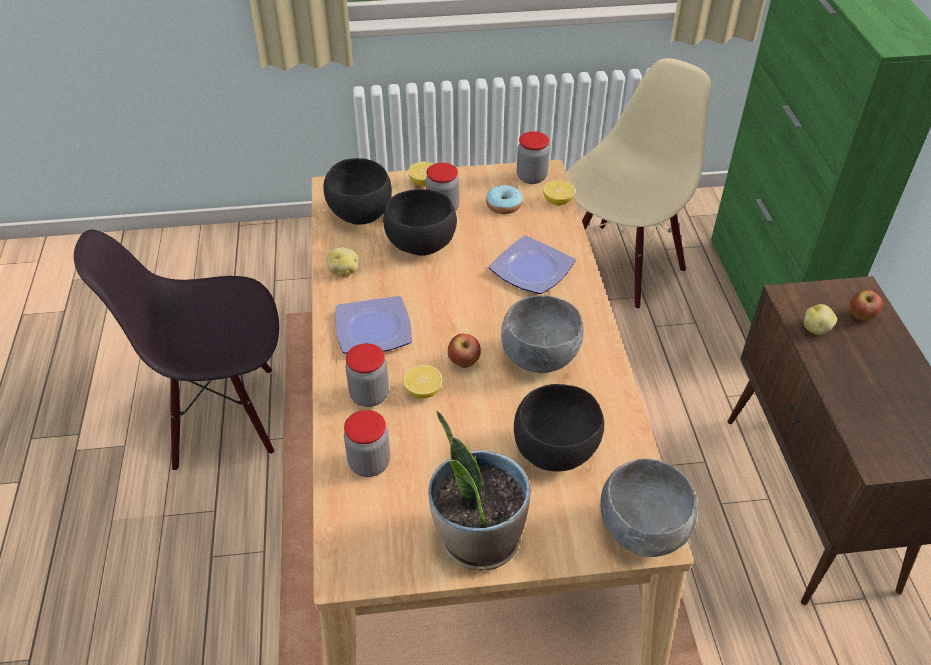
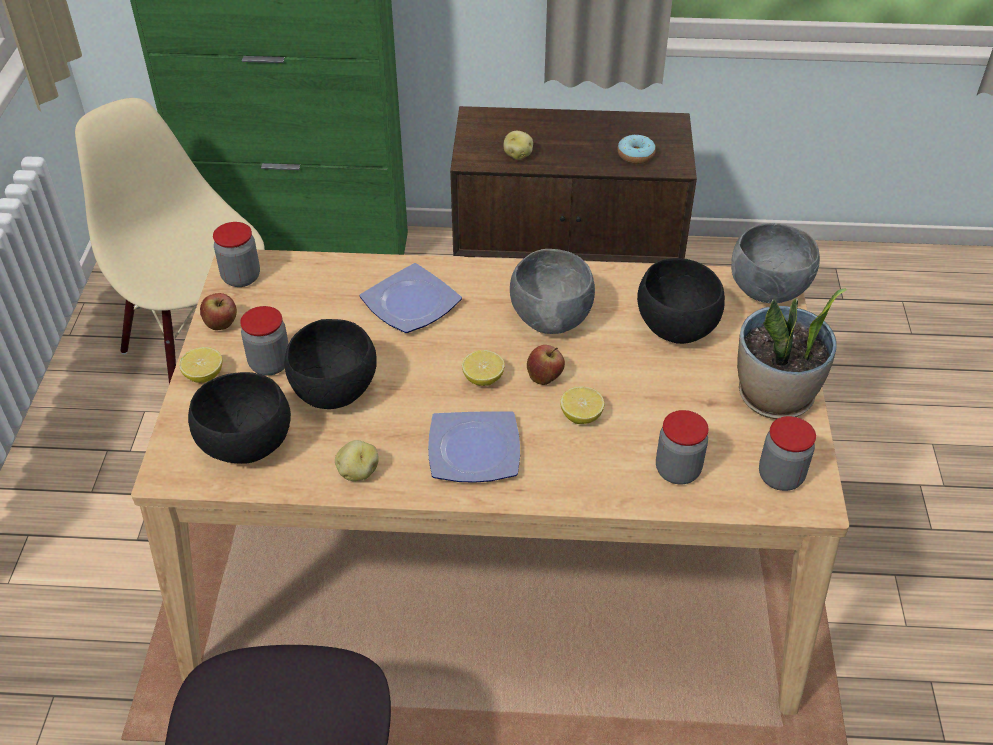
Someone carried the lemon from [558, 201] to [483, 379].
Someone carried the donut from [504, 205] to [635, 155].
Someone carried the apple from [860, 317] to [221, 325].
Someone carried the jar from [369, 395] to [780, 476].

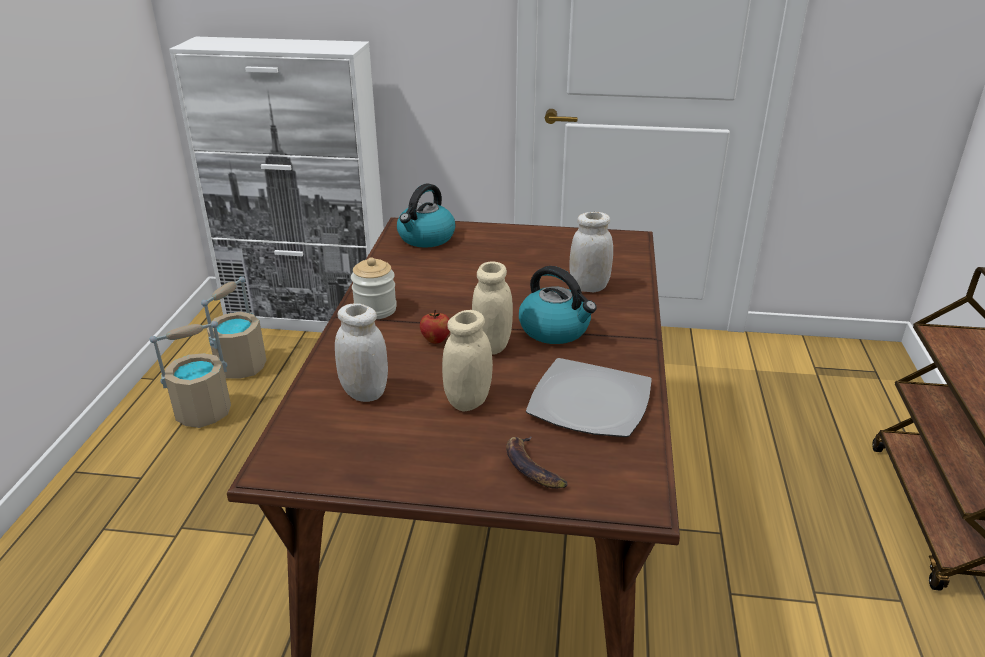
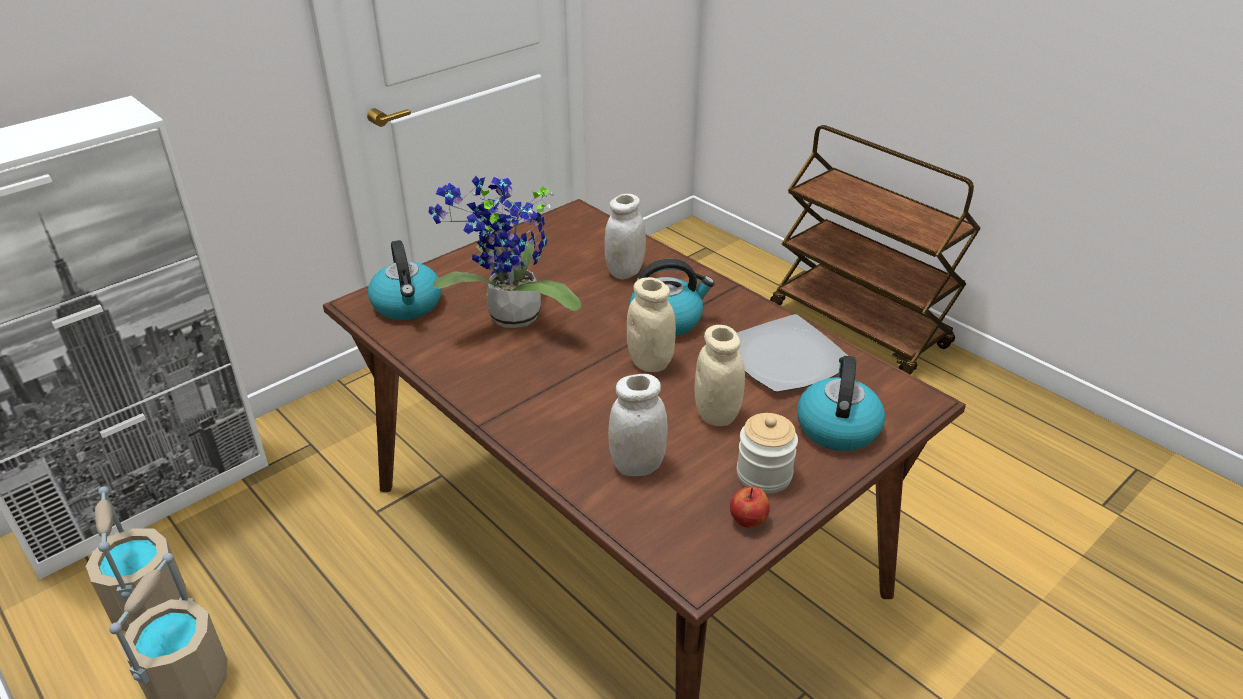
Someone carried the jar from [375, 309] to [764, 475].
Someone carried the apple from [435, 340] to [748, 521].
Someone swapped the banana at [532, 467] for the kettle at [837, 427].
Someone put down the potted plant at [510, 320].

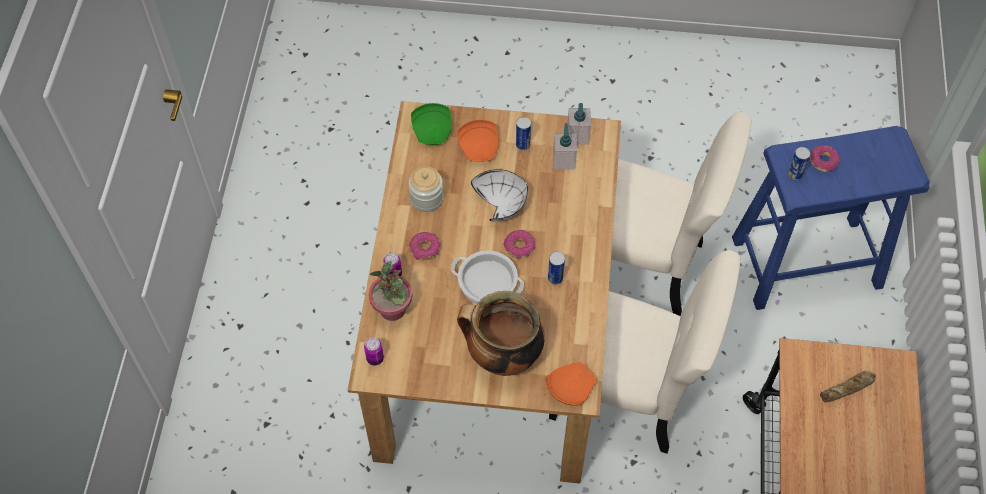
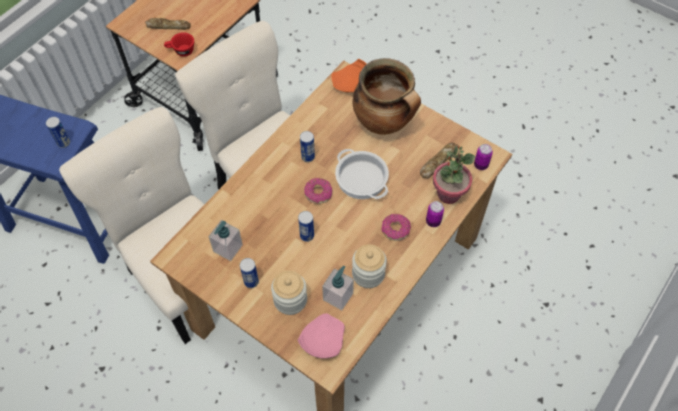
Someone repainted the green plate at [433, 130], which became the pink plate at [322, 341].
Someone carried the soap dispenser from [577, 136] to [338, 296].
Someone swapped the orange plate at [480, 147] for the jar at [290, 300].
Someone took away the donut at [823, 161].
Someone swapped the white bowl at [502, 204] for the can at [307, 235].
Someone put down the red cup at [181, 51].
Someone put down the bread at [437, 162].

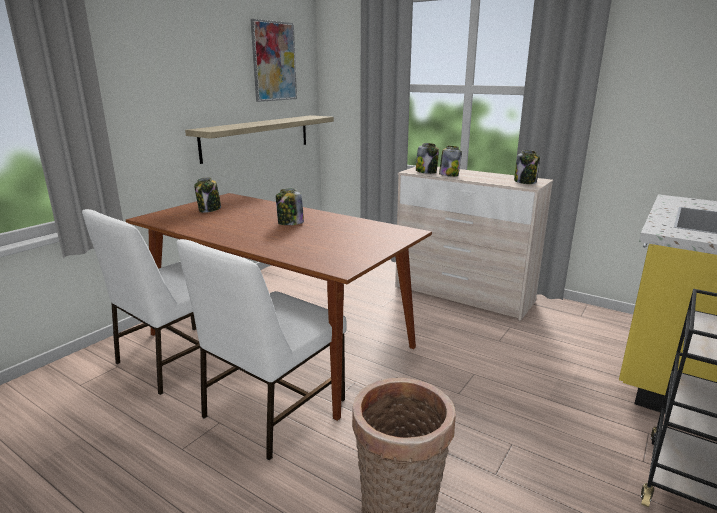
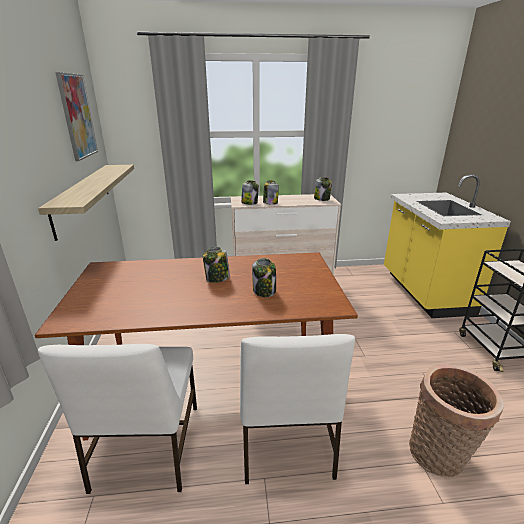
Someone carried the jar from [209, 210] to [264, 291].

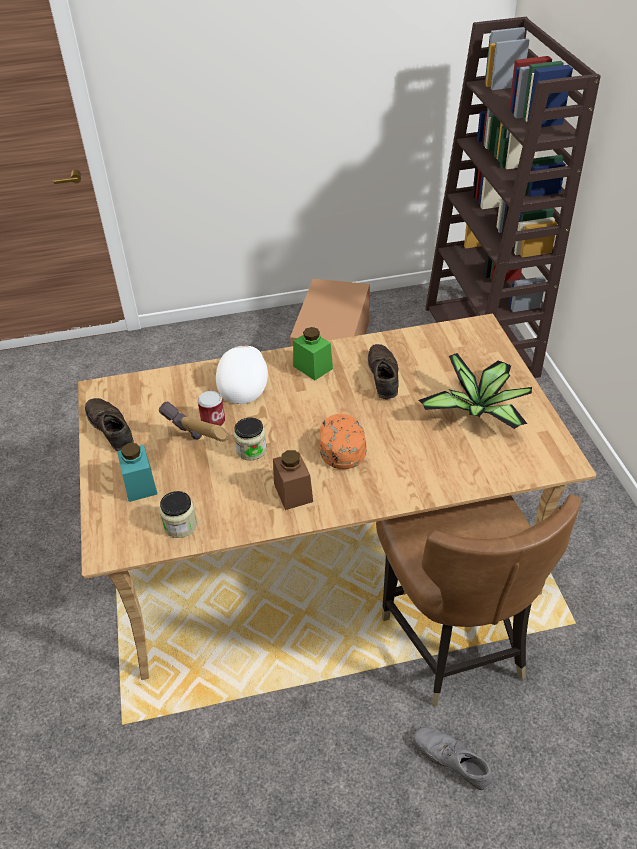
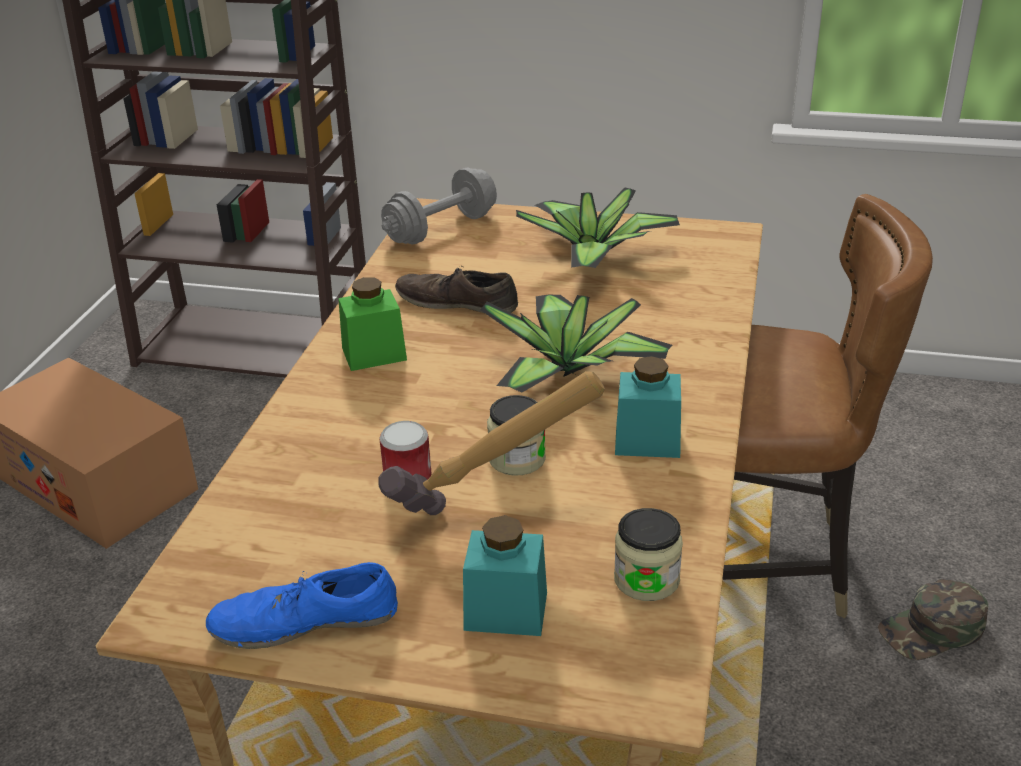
Someone took away the white cap at [242, 382].
Someone repainted the brown shoe at [110, 428], which became the blue shoe at [304, 621].
Someone swapped the orange cap at [341, 443] for the potted plant at [570, 372].
Someone repainted the brown jar at [293, 493], which became the turquoise jar at [647, 441].
Someone swapped the grey shoe at [452, 760] for the green cap at [932, 630].
Someone put down the grey dumbbell at [441, 229].

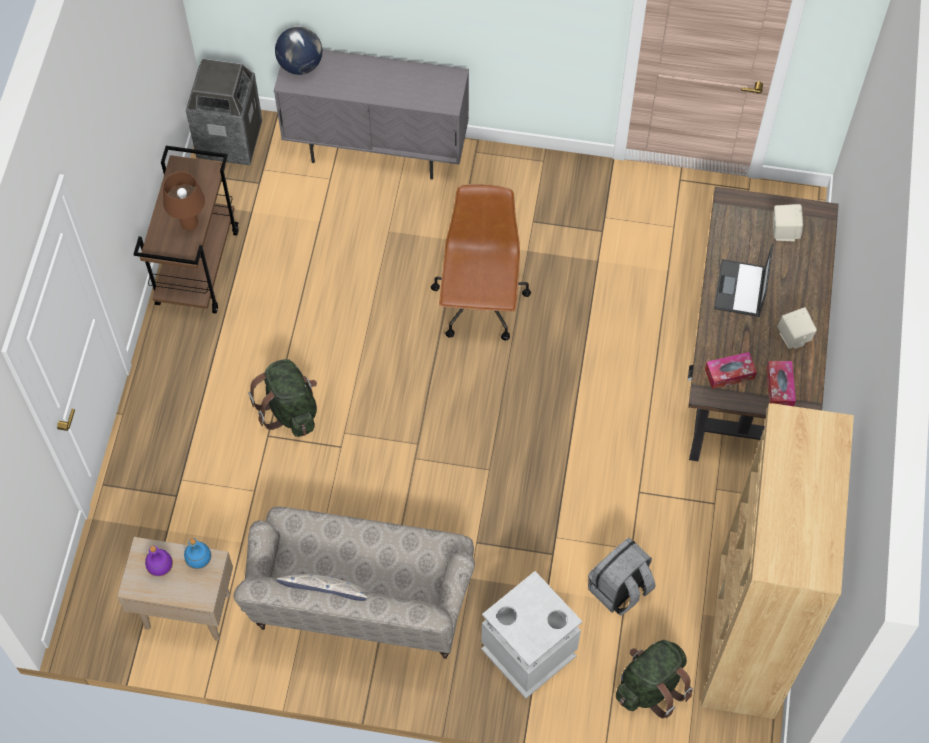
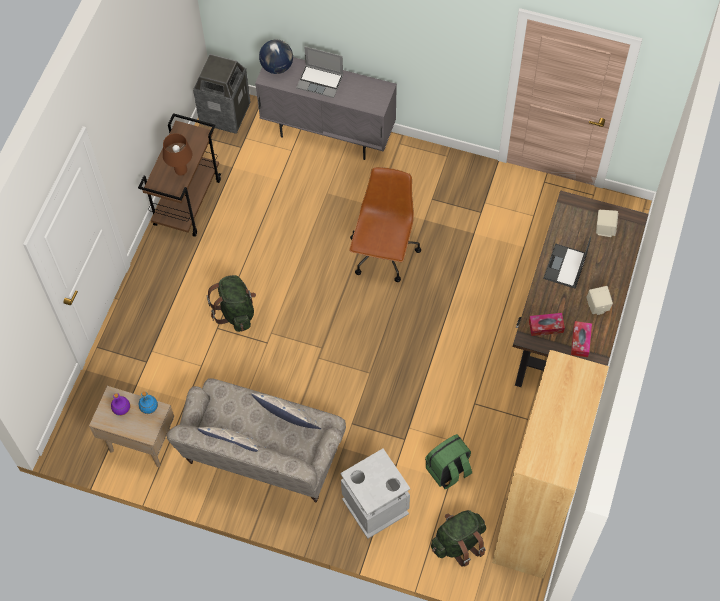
Someone repainted the grey backpack at [619, 589], which became the green backpack at [448, 471].
Someone put down the laptop at [320, 81].
Someone put down the pillow at [288, 422].

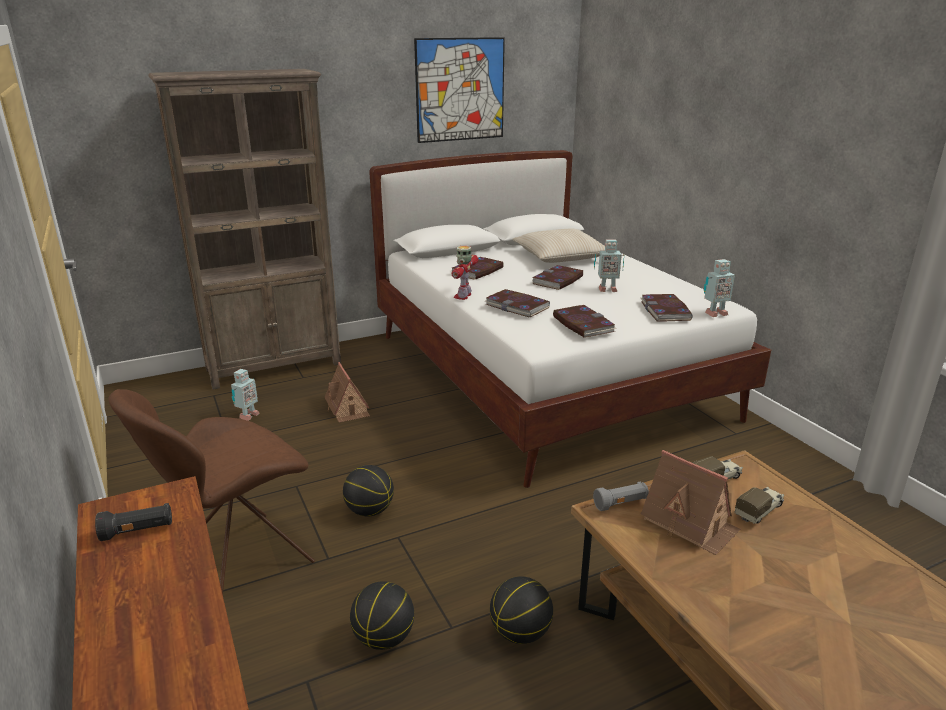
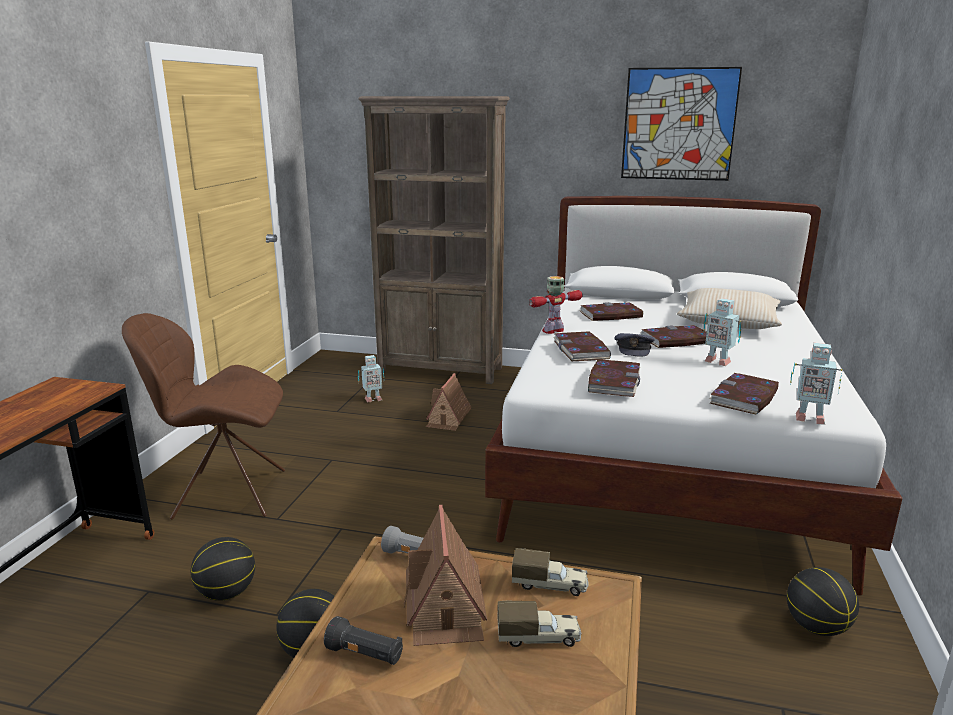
Someone carried the basketball from [370, 510] to [816, 627].
Someone carried the black flashlight from [138, 531] to [365, 655].
Someone put down the grey cap at [634, 349].

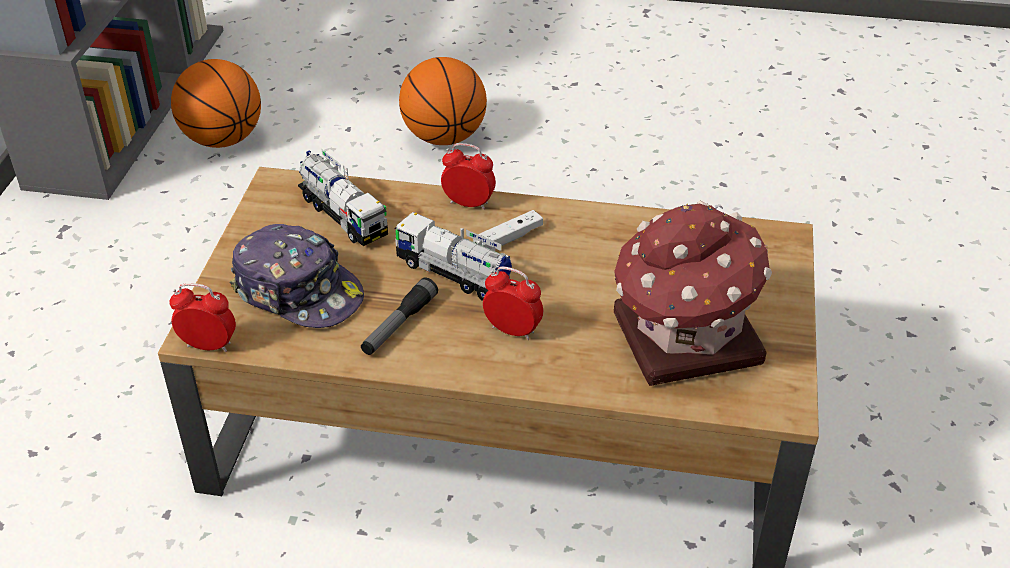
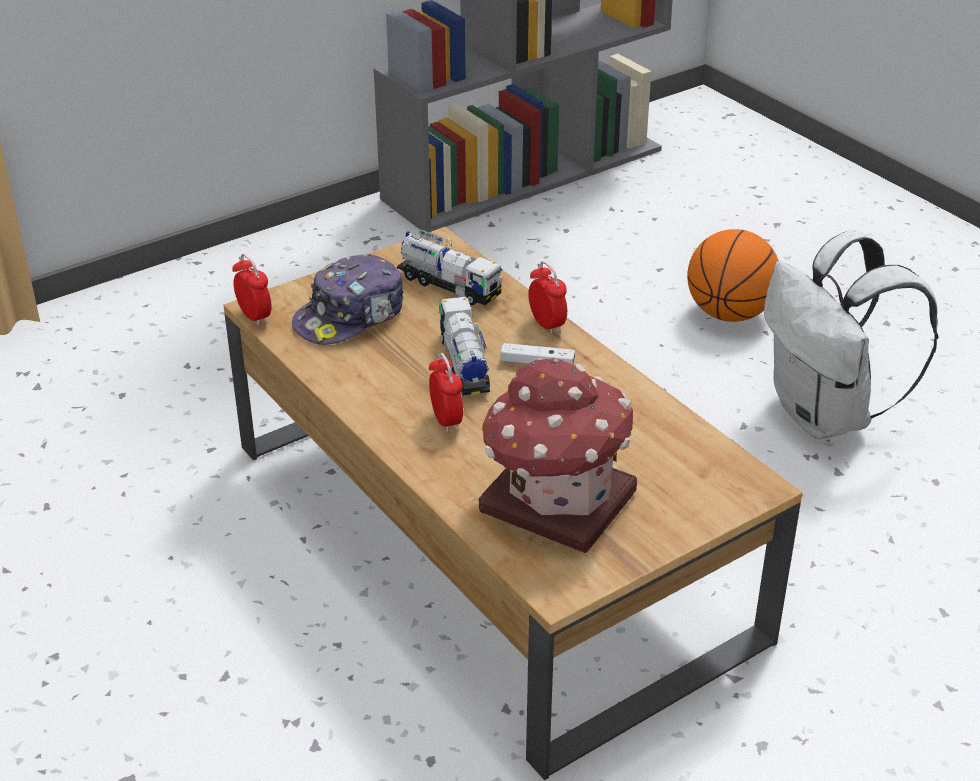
Someone took away the basketball at [223, 139].
Someone rotated the toy truck at [343, 216] by 60 degrees counterclockwise.
Someone rotated the cap at [298, 291] by 60 degrees clockwise.
Someone took away the flashlight at [399, 325].
Someone put down the white backpack at [826, 416].

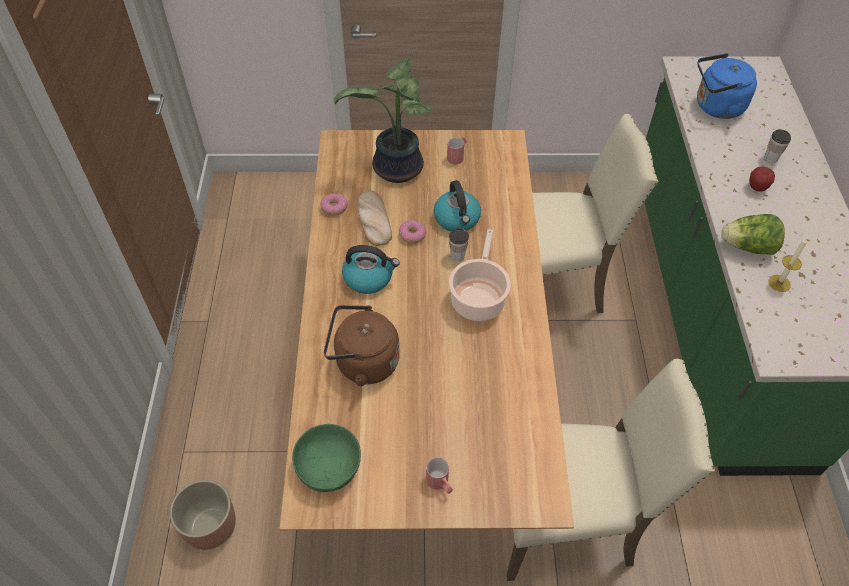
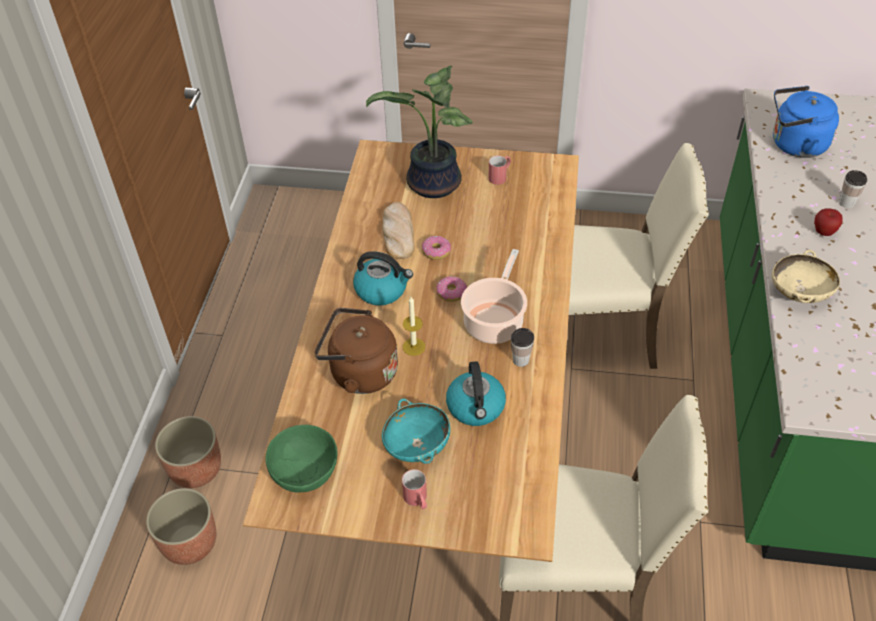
Someone carried the kettle from [457, 219] to [476, 407].
Someone carried the donut from [334, 208] to [451, 293].
Someone swapped the lettuce at [748, 247] for the beige bowl at [800, 292].
Someone carried the cup from [457, 256] to [521, 360].
Someone carried the candle from [779, 283] to [414, 346].
Someone put down the turquoise bowl at [417, 445].
Someone put down the planter at [196, 469].

